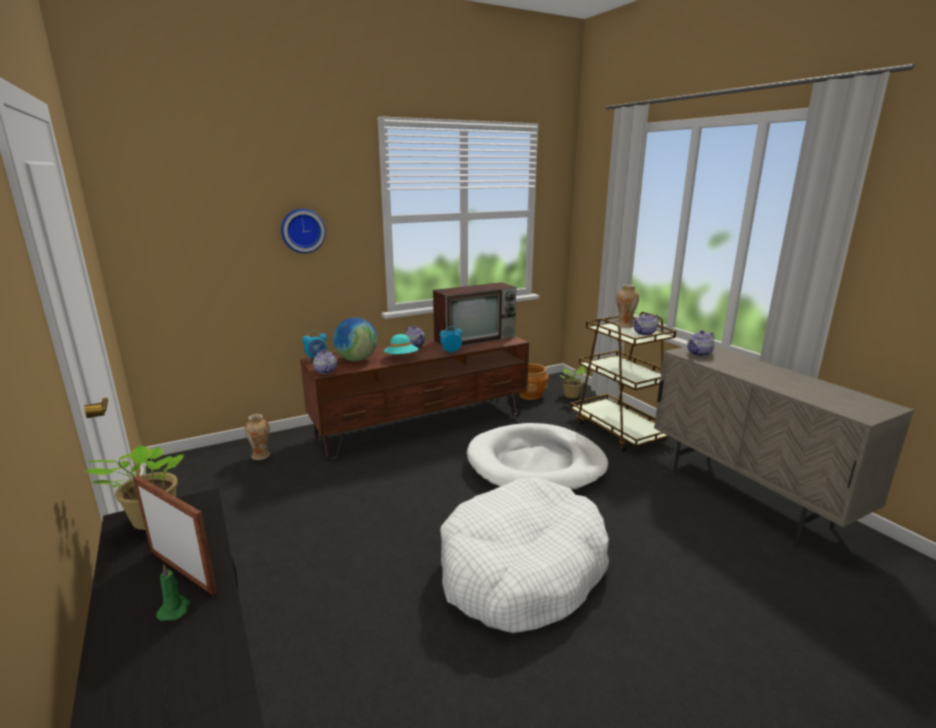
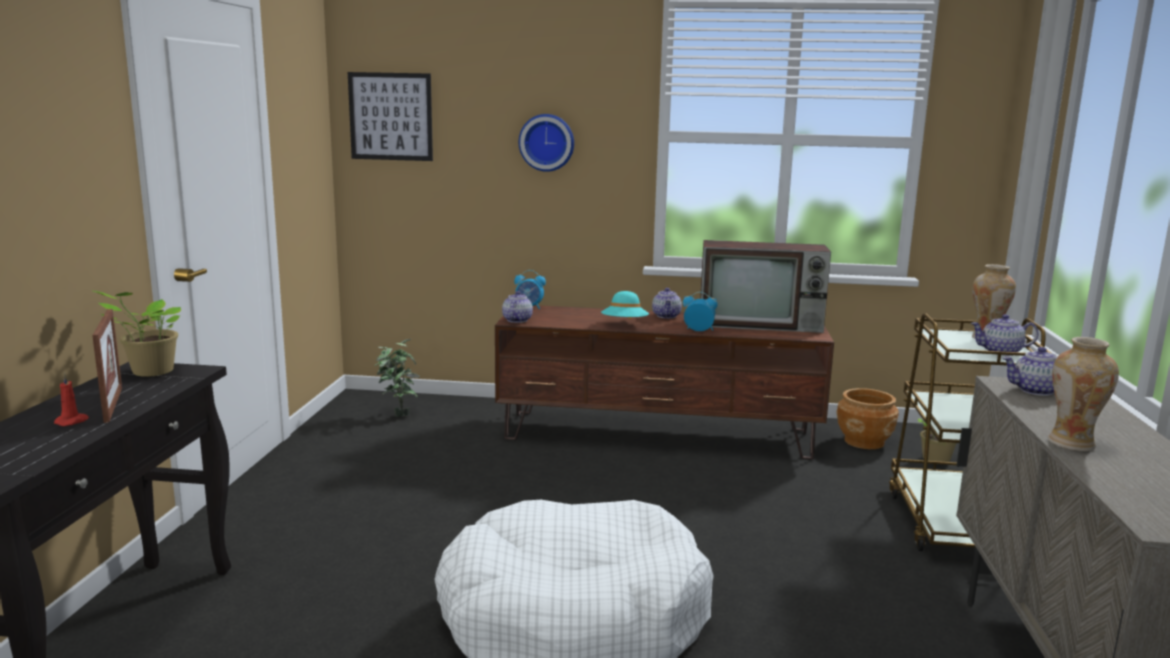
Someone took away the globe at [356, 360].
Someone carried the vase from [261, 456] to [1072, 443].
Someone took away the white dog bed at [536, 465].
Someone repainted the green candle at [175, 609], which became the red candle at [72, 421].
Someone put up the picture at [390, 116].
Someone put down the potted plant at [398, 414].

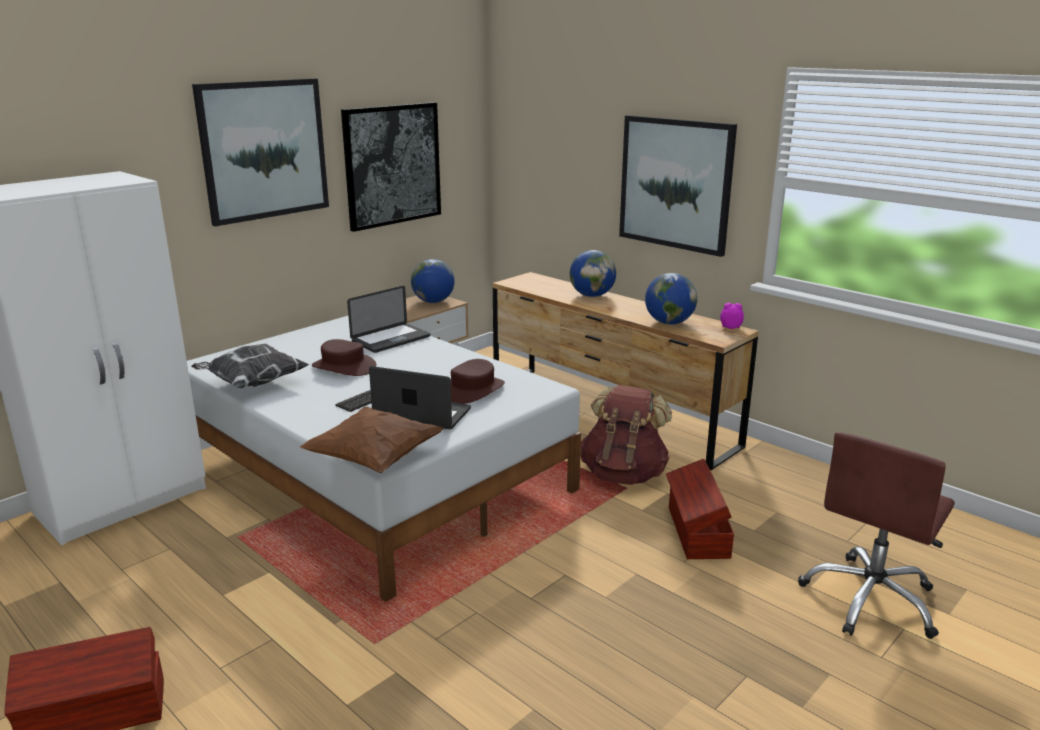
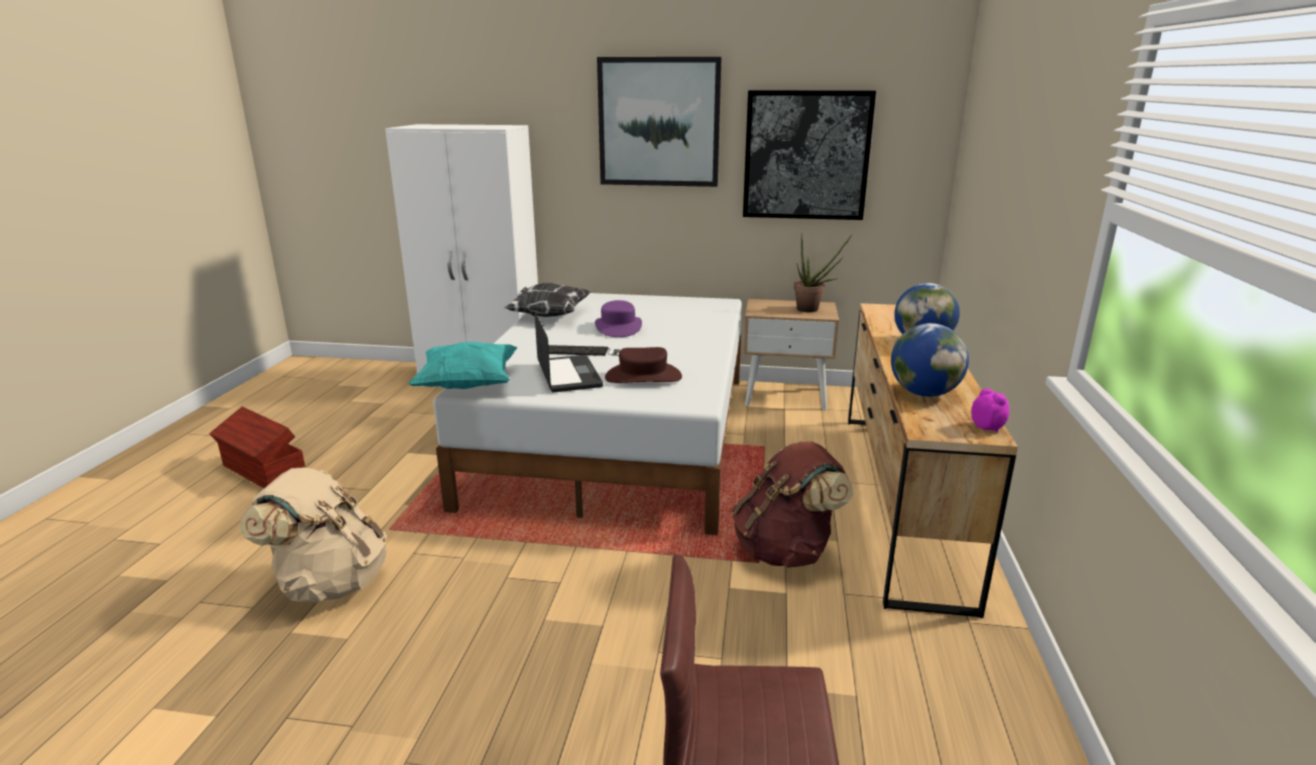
Someone took away the picture at [675, 184].
Someone swapped the globe at [433, 301] for the potted plant at [812, 310].
Someone took away the laptop at [391, 339].
Someone repainted the brown hat at [343, 367], which became the purple hat at [618, 327].
Someone repainted the brown pillow at [374, 459], which became the turquoise pillow at [468, 385].
Someone took away the brown storage box at [696, 532].
Someone put down the beige backpack at [330, 583].

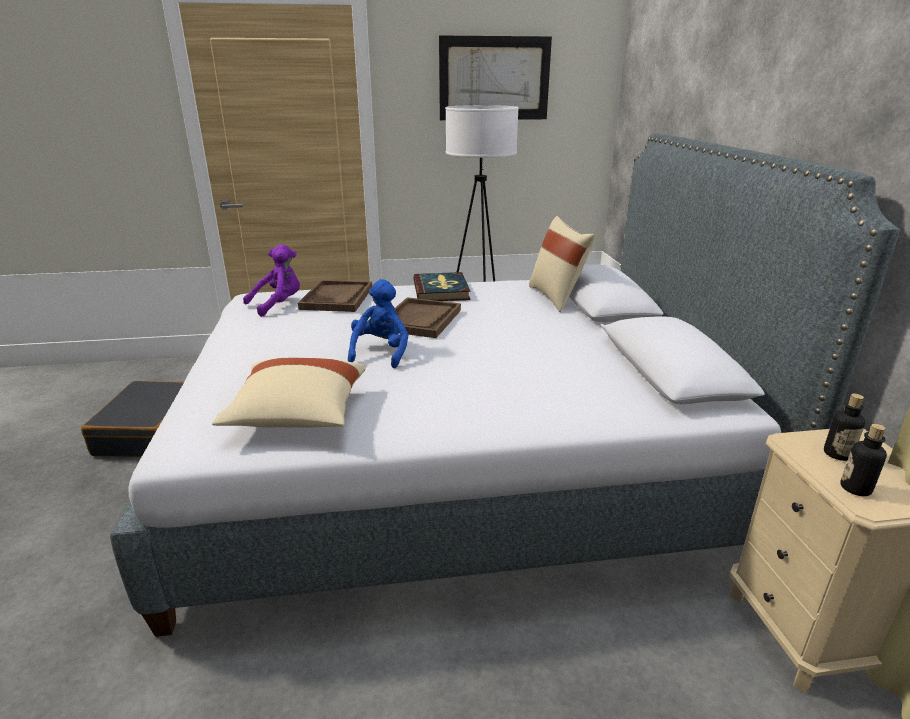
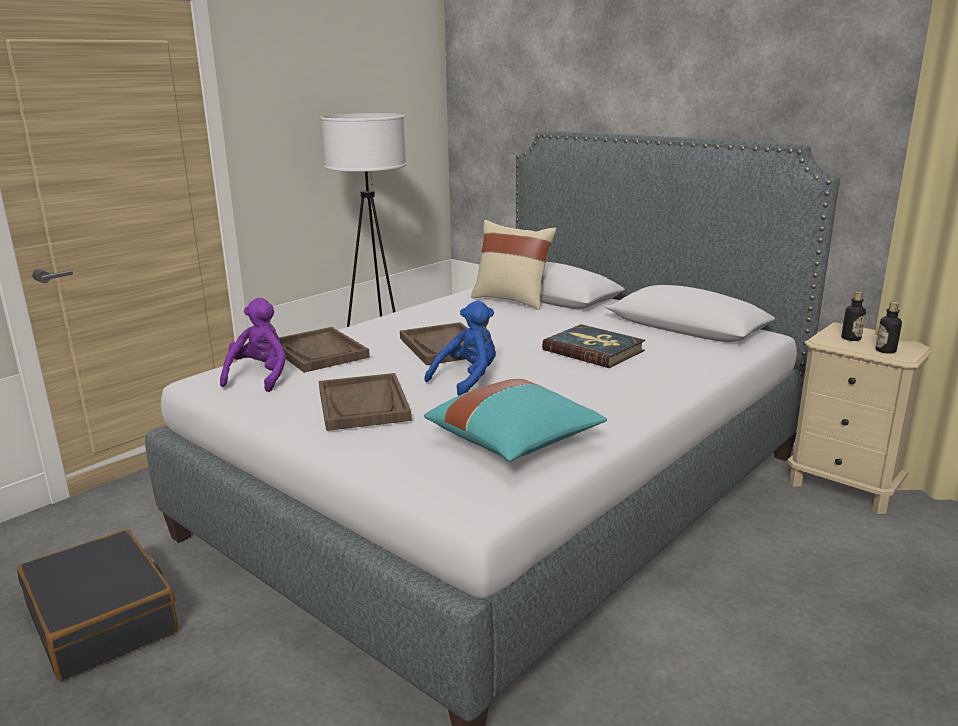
Someone took away the picture at [494, 79].
Someone carried the book from [441, 290] to [593, 350].
Someone rotated the blue plush toy at [380, 352] by 75 degrees clockwise.
Someone repainted the beige pillow at [298, 415], which became the turquoise pillow at [515, 442].
Someone put down the brown tray at [363, 404].

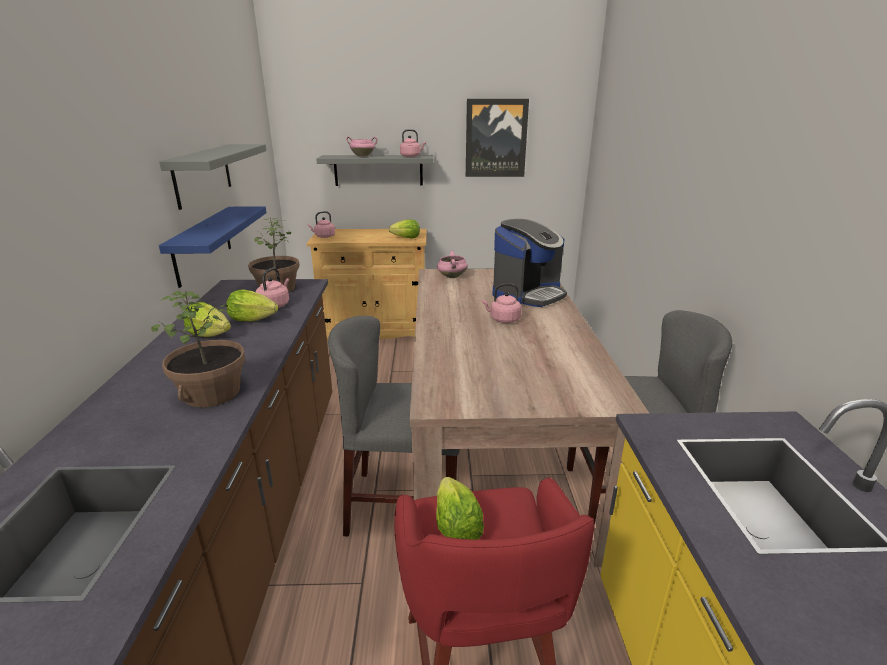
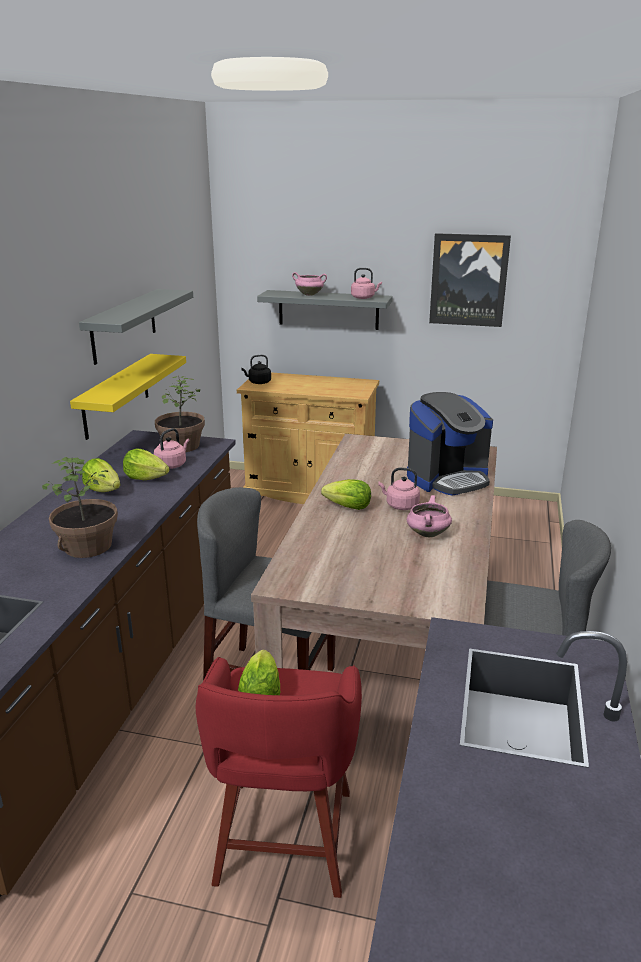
Someone repainted the blue shelf at [202, 244], which became the yellow shelf at [116, 395].
Someone repainted the pink kettle at [324, 236], which became the black kettle at [258, 382].
Someone carried the lettuce from [406, 238] to [348, 507].
Someone carried the pink cooking pot from [451, 276] to [427, 533].

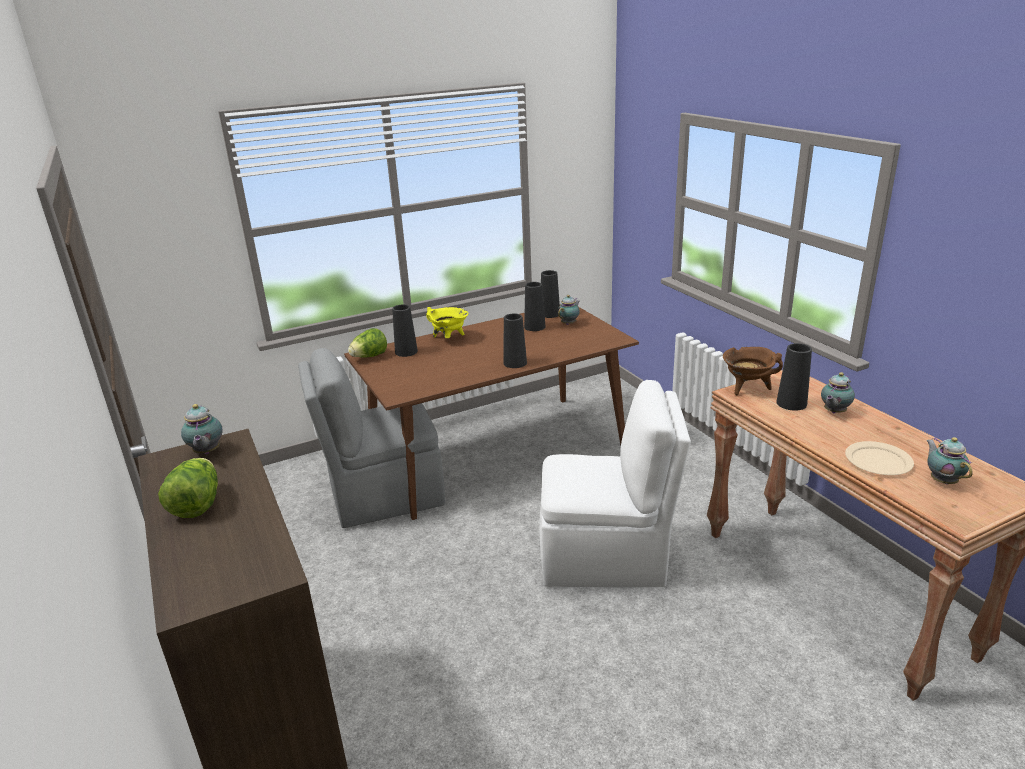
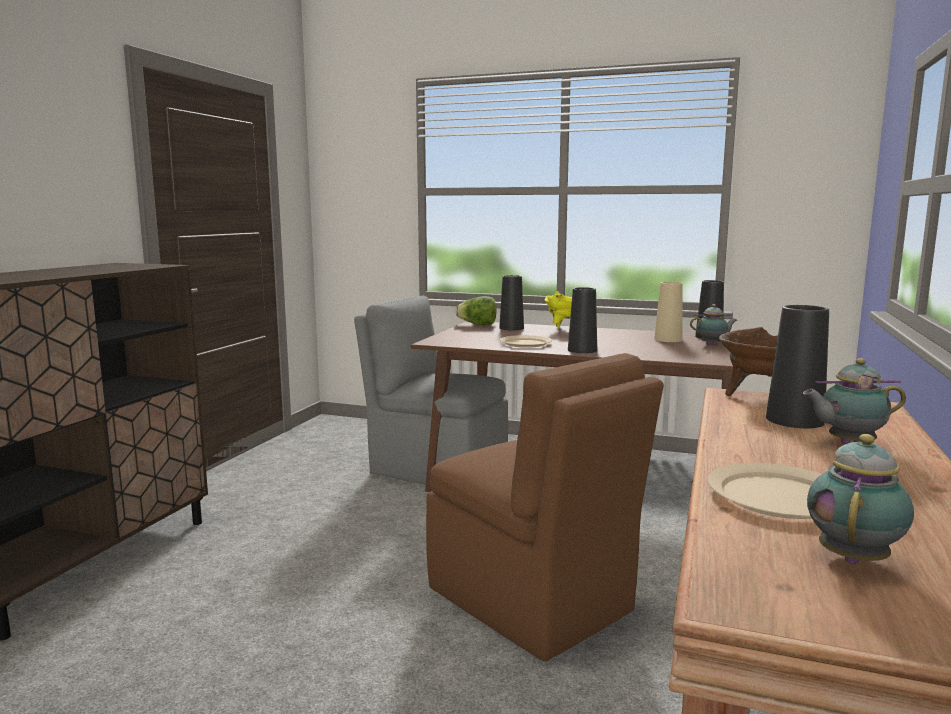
Someone repainted the black vase at [534, 327], which became the beige vase at [668, 339].
Someone repainted the white chair at [606, 557], which became the brown chair at [532, 602].
Someone took away the teapot at [206, 452].
Someone took away the lettuce at [197, 504].
Someone put down the beige plate at [525, 343].

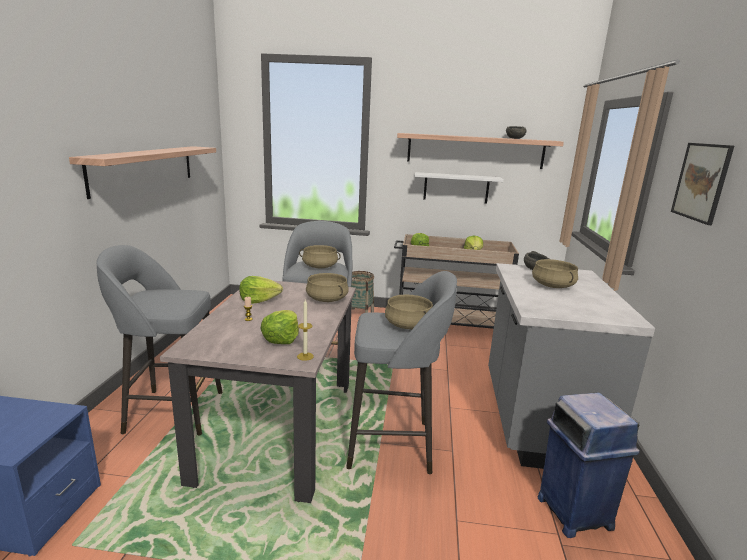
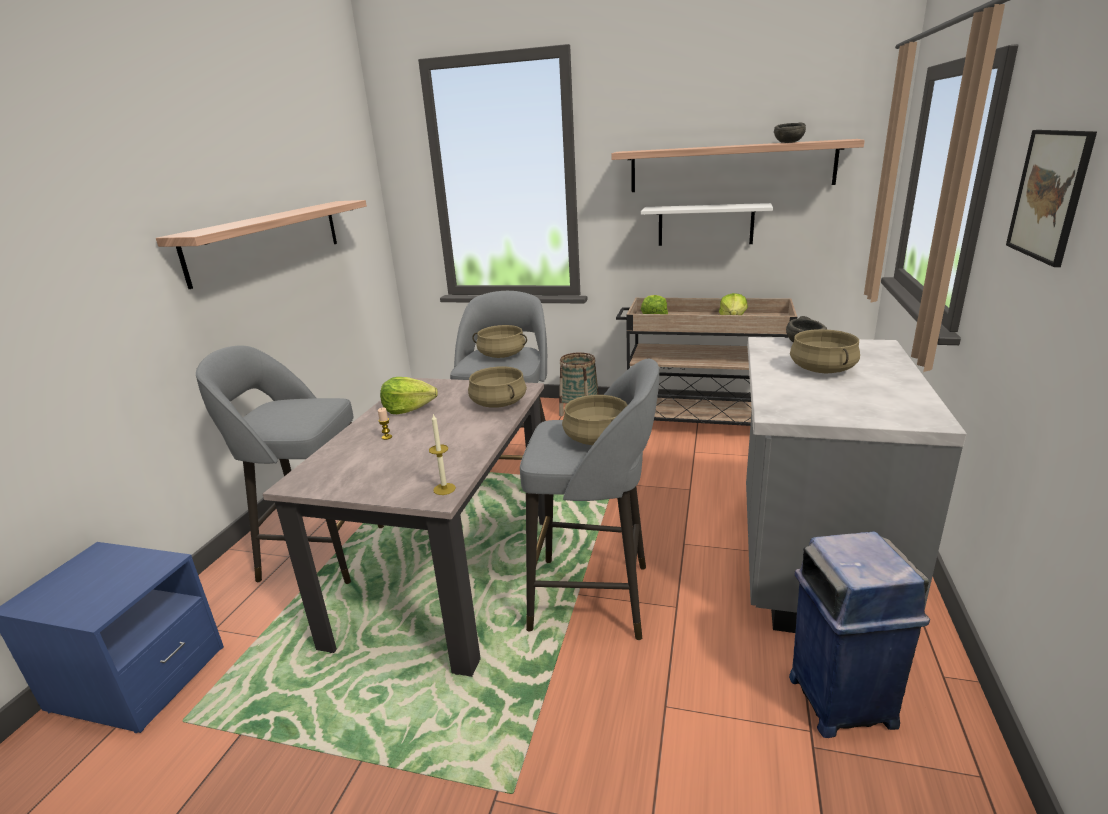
Someone took away the lettuce at [281, 338].

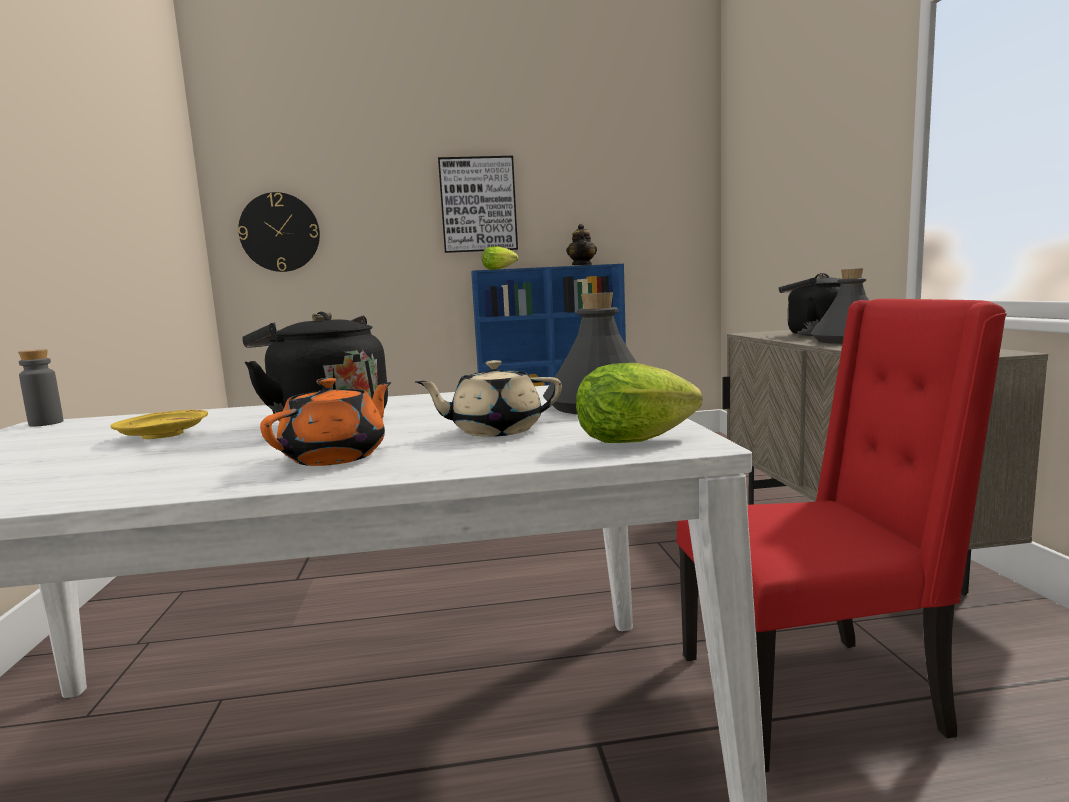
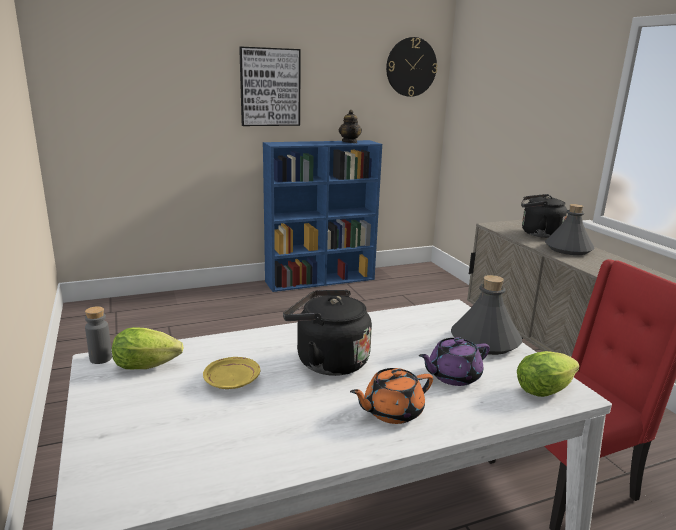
Someone carried the wall clock from [280, 232] to [411, 67].
Someone carried the lettuce from [500, 269] to [150, 366].
Someone repainted the beige teapot at [494, 430], which became the purple teapot at [452, 376].
Someone rotated the orange teapot at [337, 456] by 135 degrees counterclockwise.

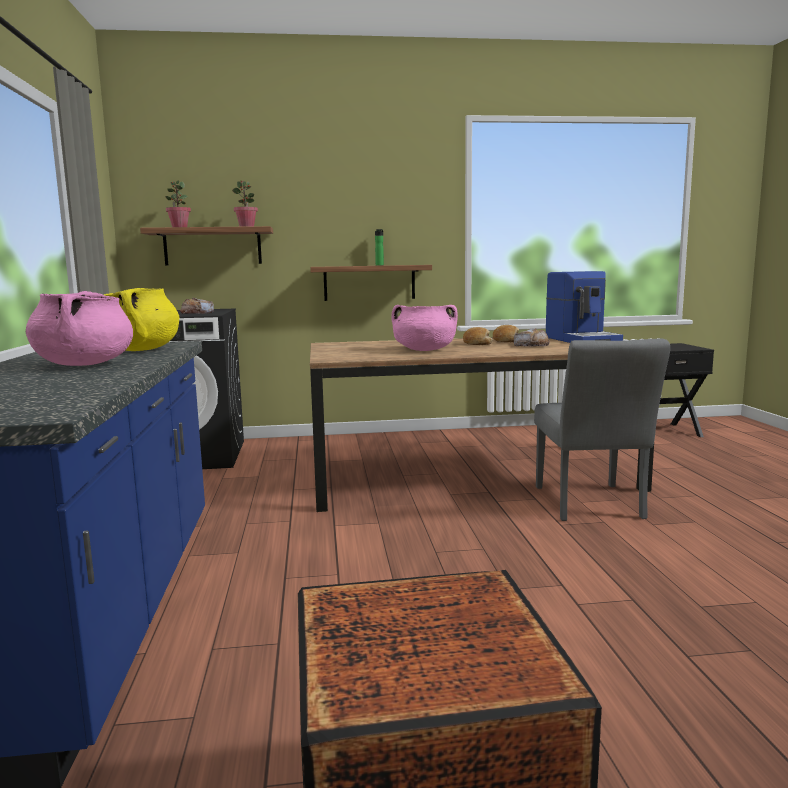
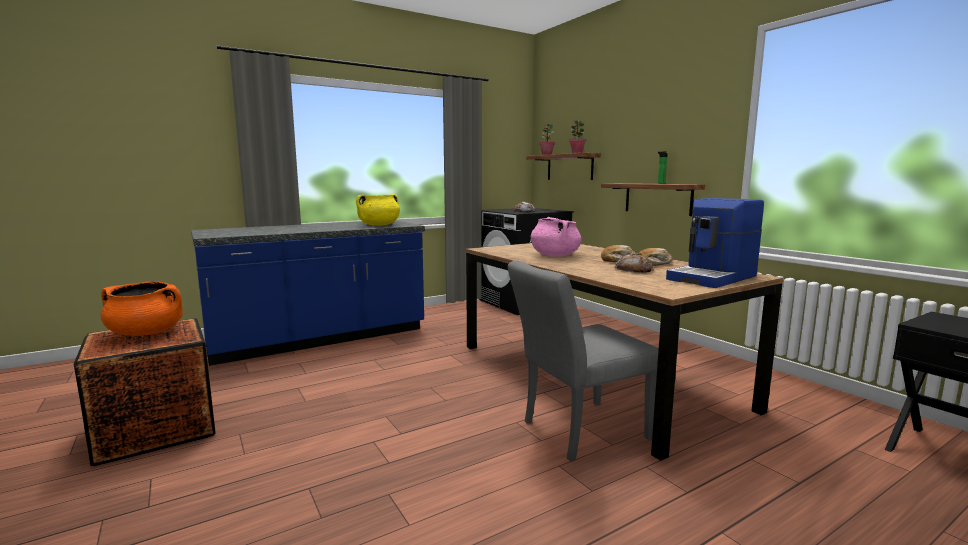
Someone took away the pink cooking pot at [84, 364].
Someone put down the orange cooking pot at [147, 333].

